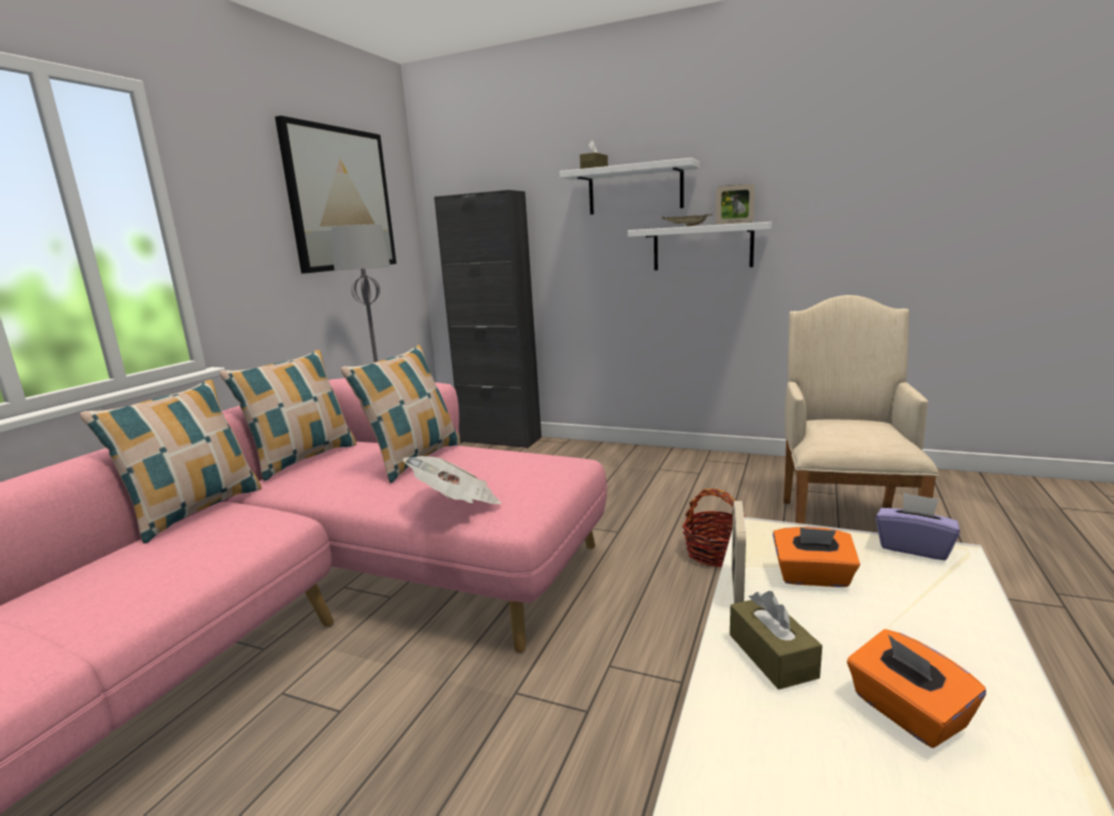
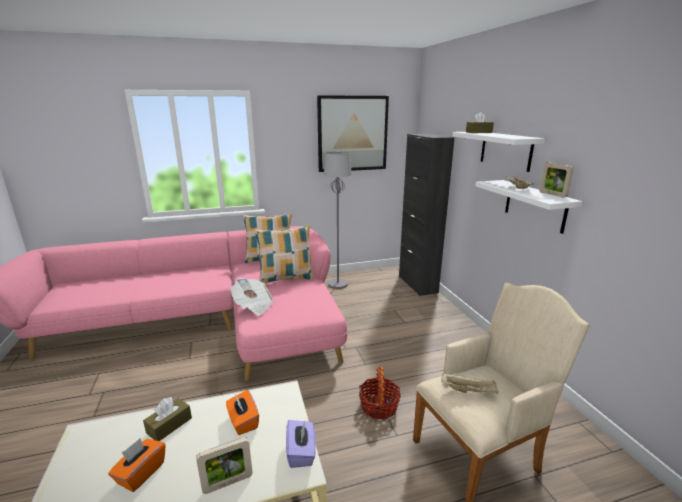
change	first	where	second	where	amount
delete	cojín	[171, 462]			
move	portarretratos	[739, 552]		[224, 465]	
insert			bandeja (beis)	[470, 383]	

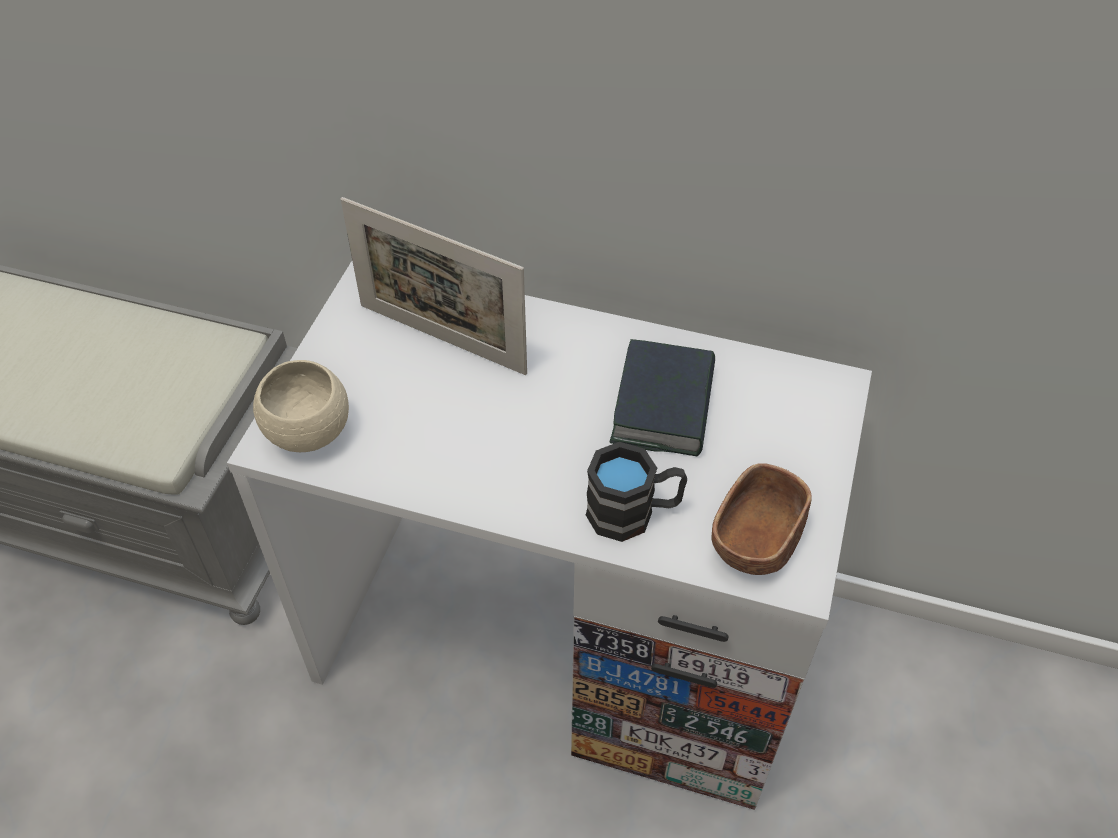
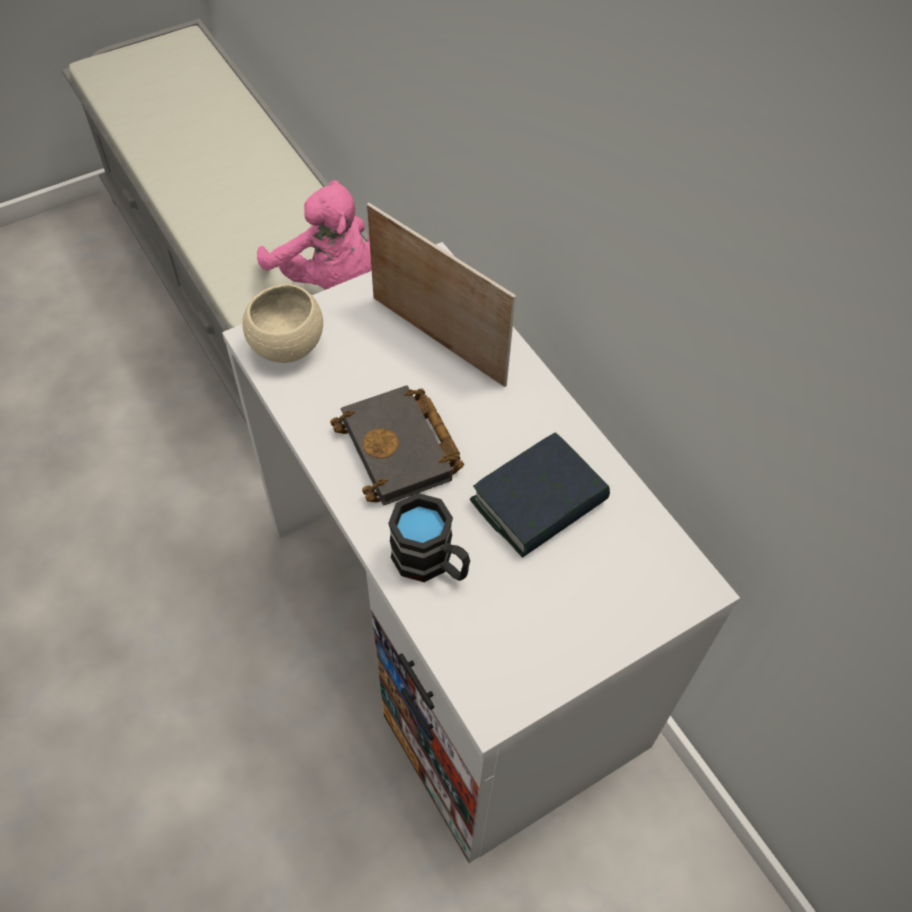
change	first	where	second	where	amount
rotate	portarretratos	[434, 286]		[441, 295]	150 degrees clockwise
delete	cuenco (marrón)	[762, 519]			
insert			peluche (rosa)	[314, 235]	
insert			libro (negro)	[397, 446]	

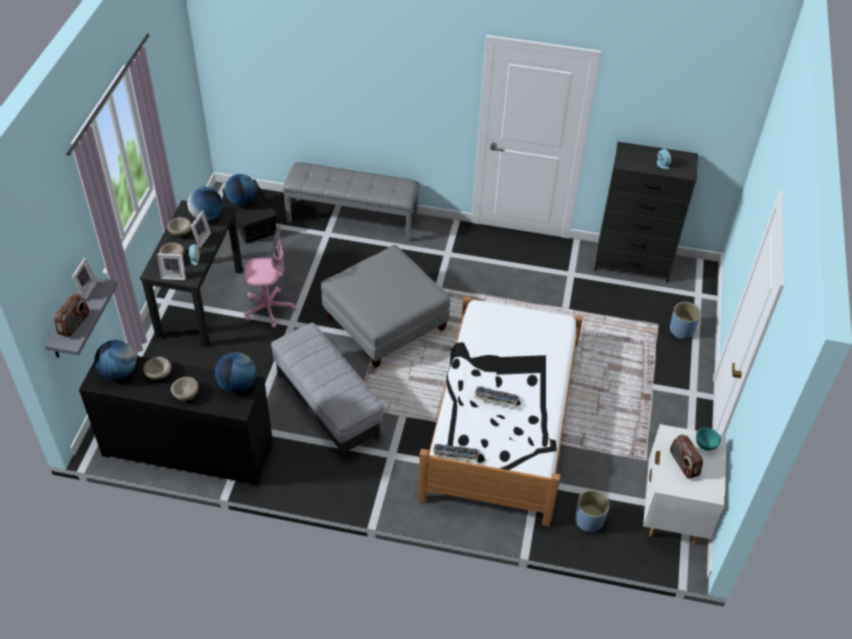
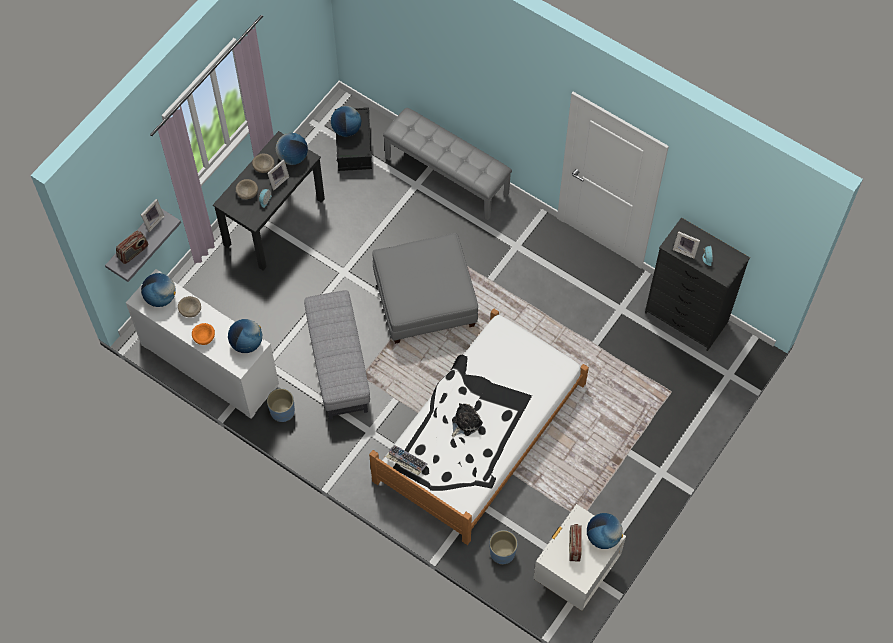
change	first	where	second	where	amount
delete	silla de oficina (rosa)	[270, 276]			
move	portarretratos	[171, 267]		[686, 245]	
move	maceta (azul)	[685, 320]		[281, 405]	
recolor	armario (negro)	[176, 421]	armario (blanco)	[202, 344]	
recolor	cuenco (beis)	[185, 389]	cuenco (naranja)	[203, 334]	
replace	teclado	[497, 396]	peluche	[467, 420]	
replace	cuenco (turquesa)	[708, 439]	globo terráqueo	[605, 531]	

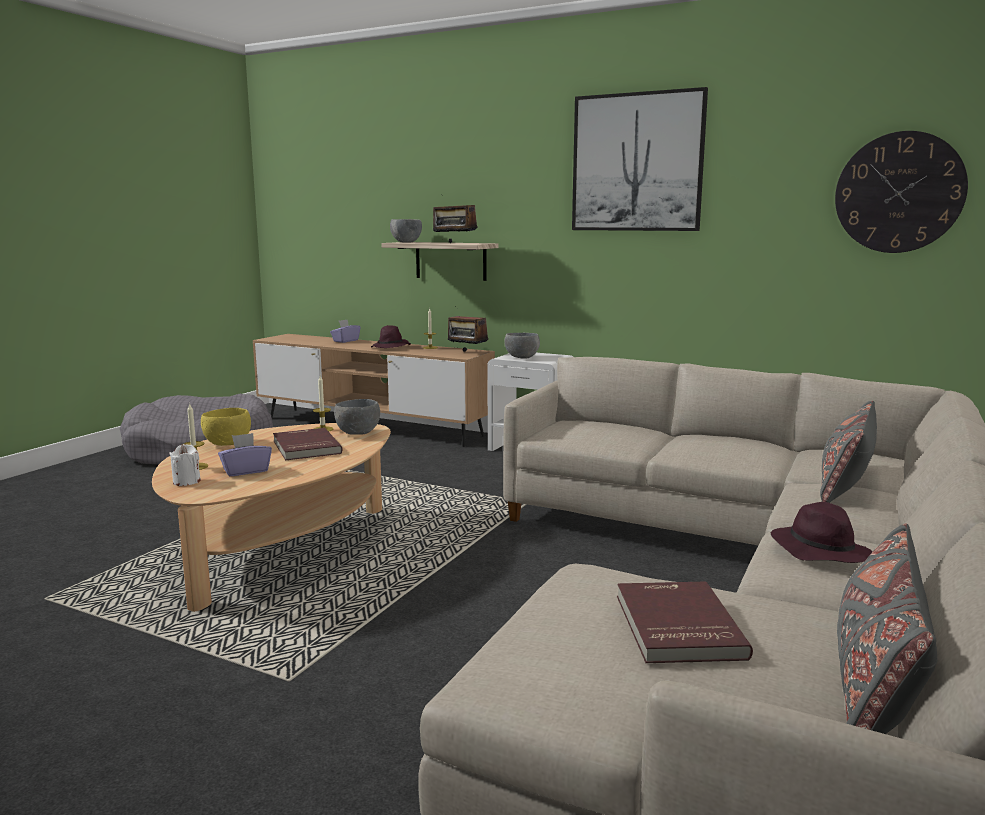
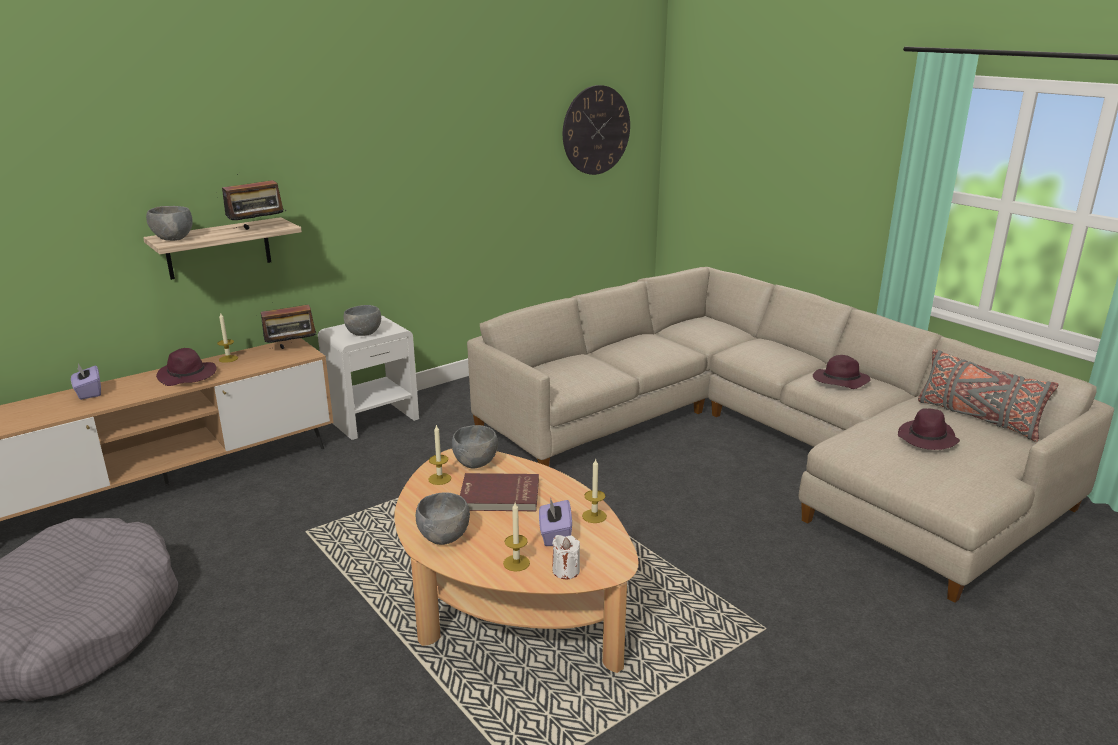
change	first	where	second	where	amount
delete	cuadro	[640, 159]			
delete	cojín (gris)	[848, 452]			
recolor	cuenco (amarillo)	[226, 427]	cuenco (gris)	[443, 518]	
replace	libro (rojo)	[685, 622]	sombrero (morado)	[929, 429]	
insert			vela	[594, 491]	

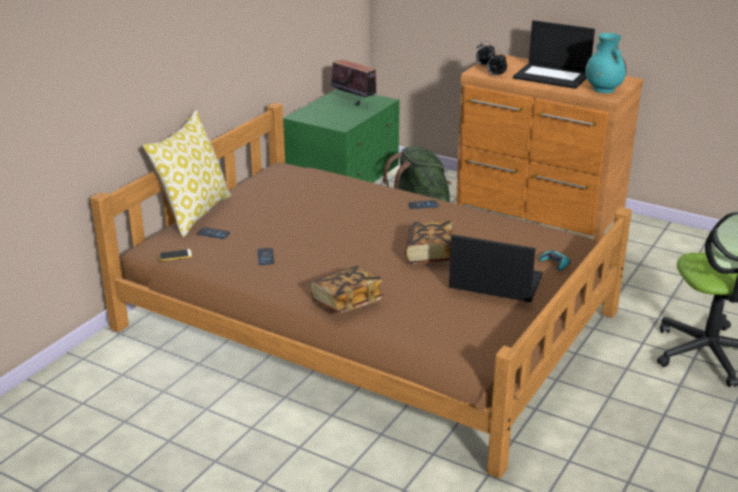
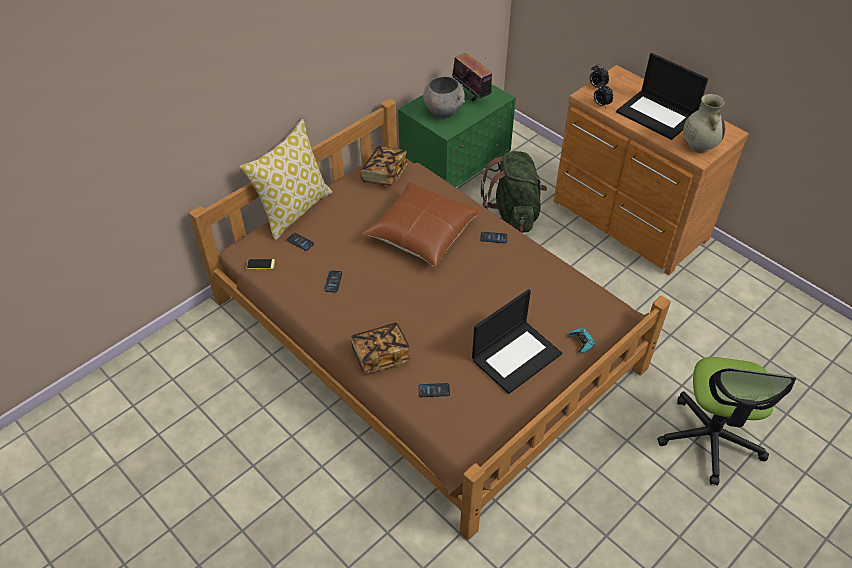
change	first	where	second	where	amount
recolor	florero (turquesa)	[606, 63]	florero (beis)	[704, 123]	
move	libro	[429, 242]		[384, 166]	
rotate	portátil	[496, 268]		[517, 341]	105 degrees clockwise
insert			cuenco (gris)	[444, 97]	
insert			cojín (marrón)	[421, 224]	
insert			móvil	[434, 390]	

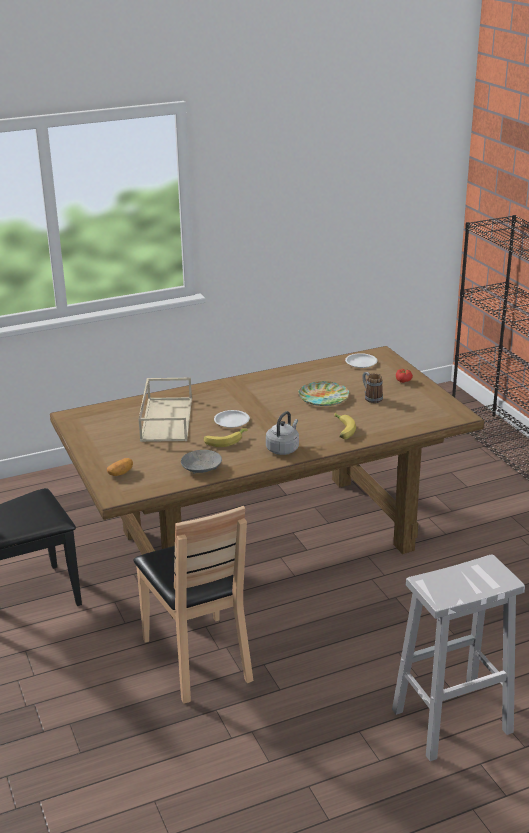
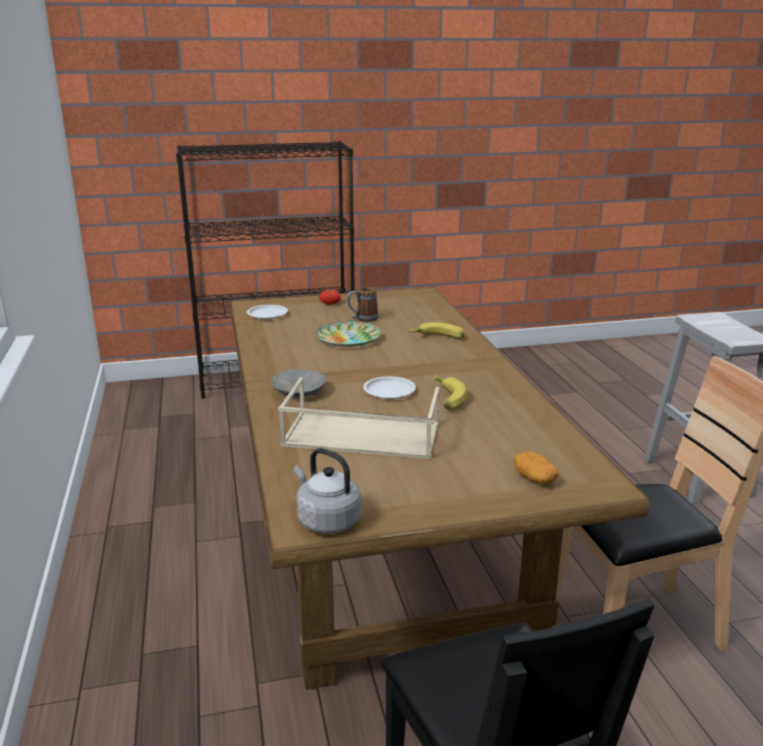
change	first	where	second	where	amount
move	hervidor (gris)	[282, 433]		[328, 491]	
move	cuenco (gris)	[201, 462]		[298, 383]	

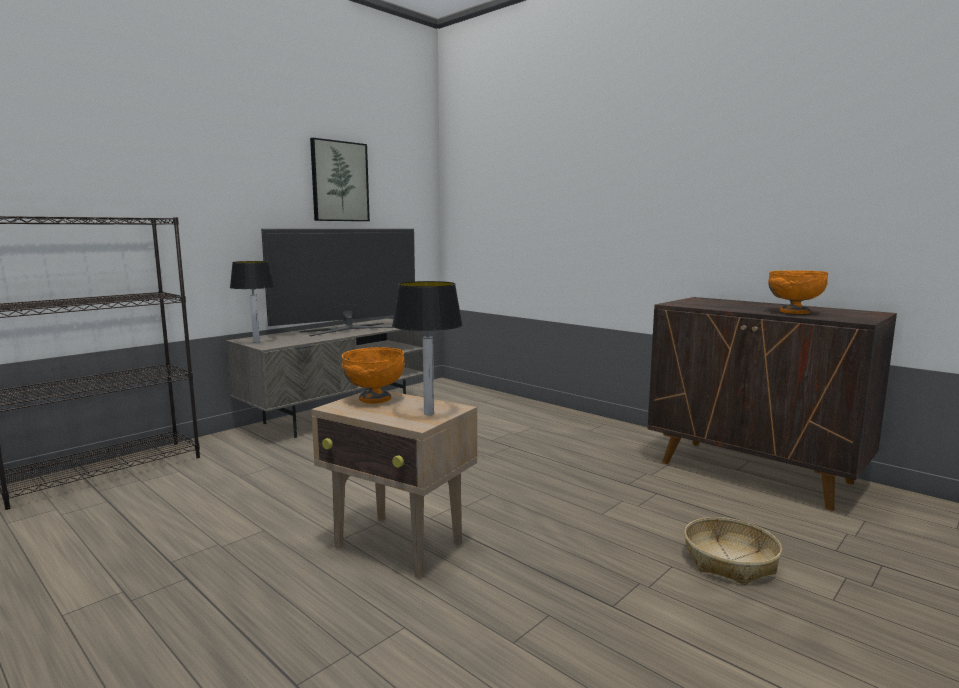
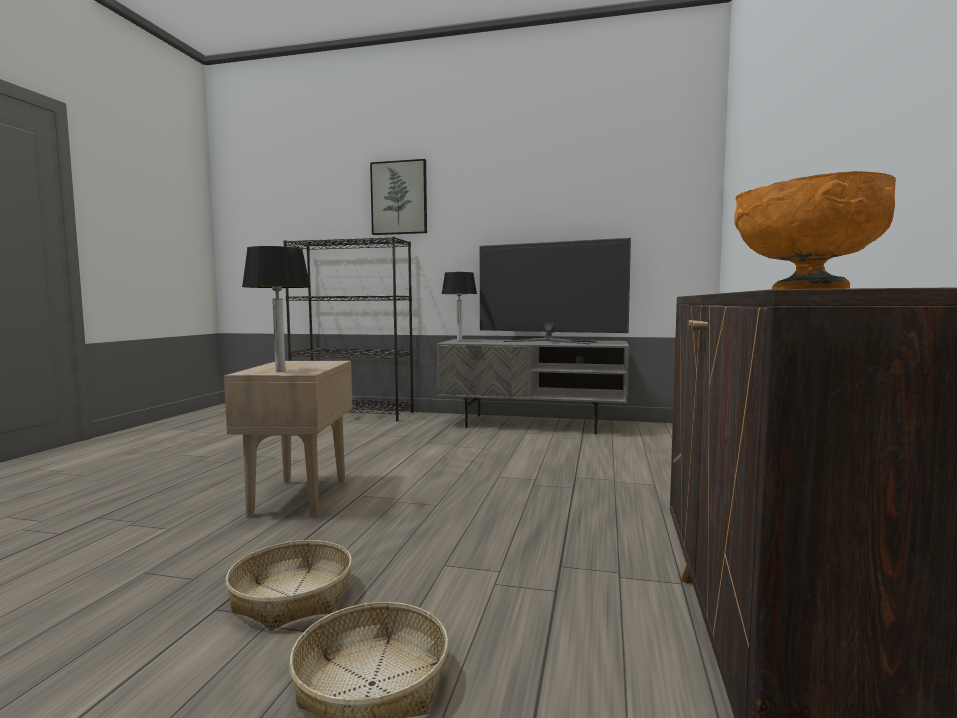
change	first	where	second	where	amount
move	cuadro	[340, 179]		[398, 197]	
delete	cuenco (naranja)	[373, 375]			
insert			cesta	[289, 585]	

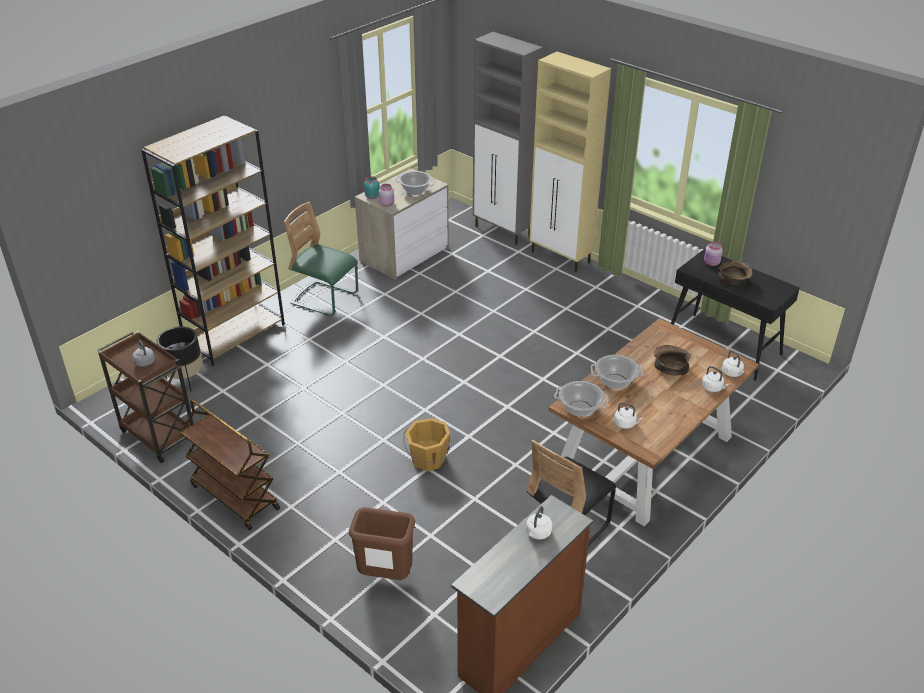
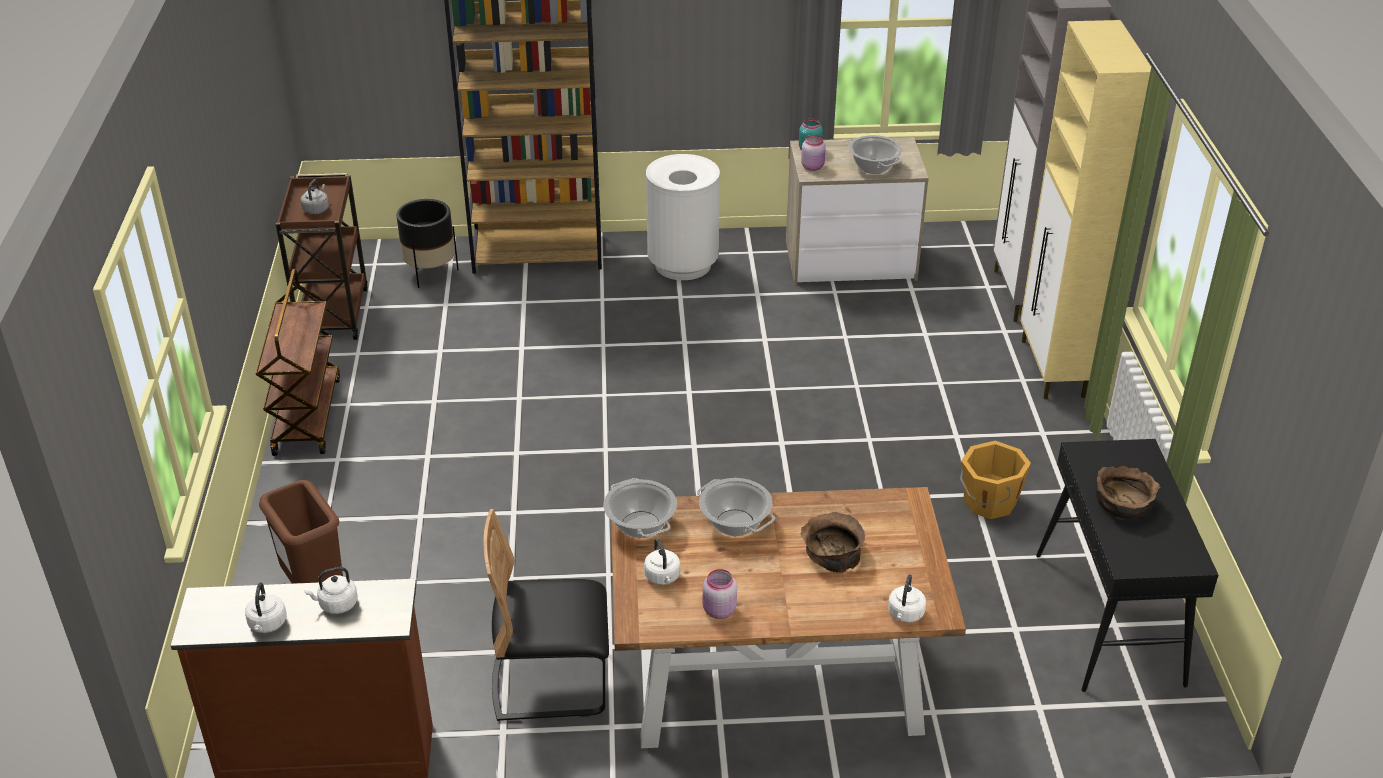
change	first	where	second	where	amount
replace	silla (verde)	[321, 259]	papelera (blanco)	[683, 217]	
move	tarro (rosa)	[713, 253]		[720, 594]	
move	hervidor (blanco)	[715, 379]		[266, 607]	
move	cubo (naranja)	[427, 444]		[995, 480]	

